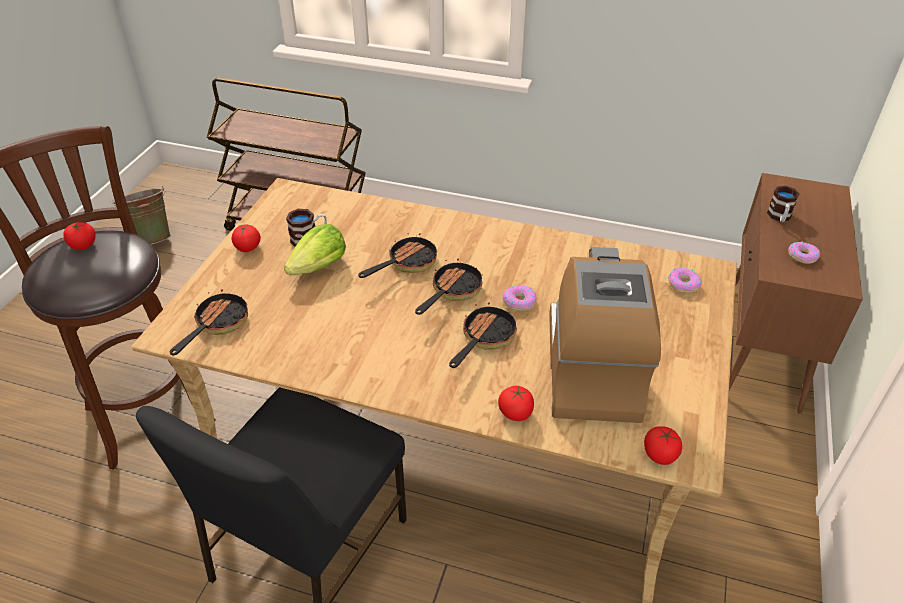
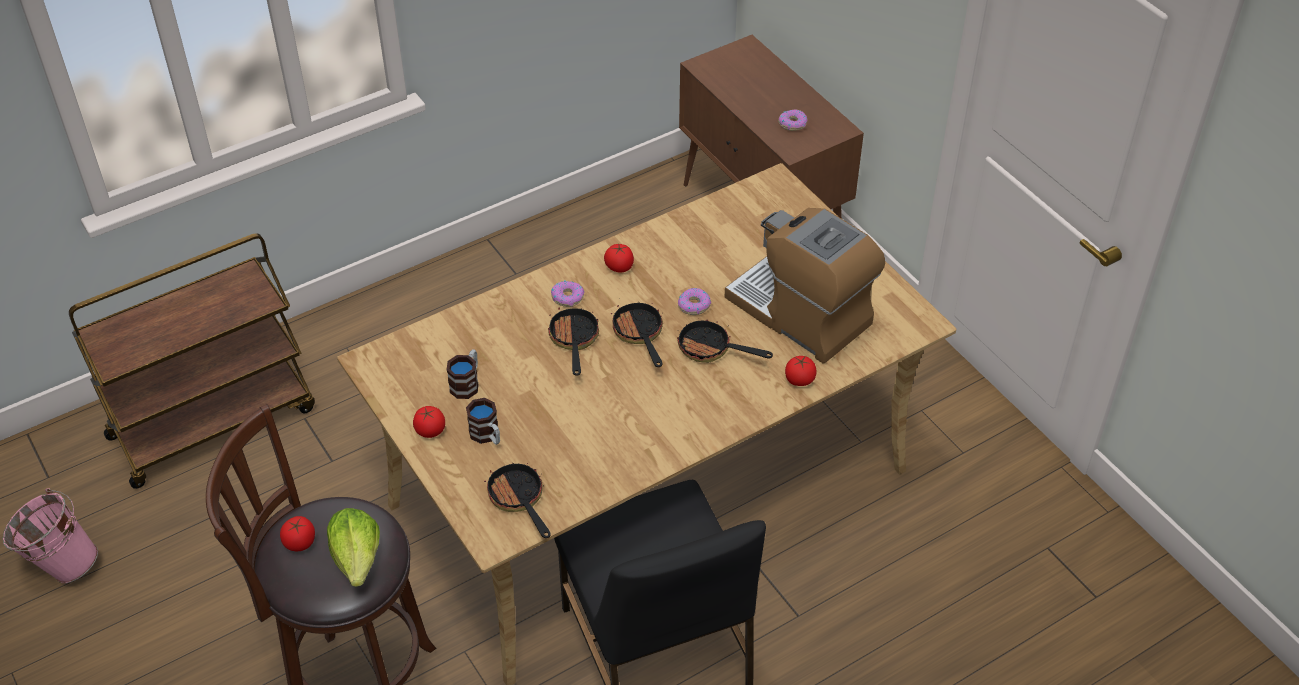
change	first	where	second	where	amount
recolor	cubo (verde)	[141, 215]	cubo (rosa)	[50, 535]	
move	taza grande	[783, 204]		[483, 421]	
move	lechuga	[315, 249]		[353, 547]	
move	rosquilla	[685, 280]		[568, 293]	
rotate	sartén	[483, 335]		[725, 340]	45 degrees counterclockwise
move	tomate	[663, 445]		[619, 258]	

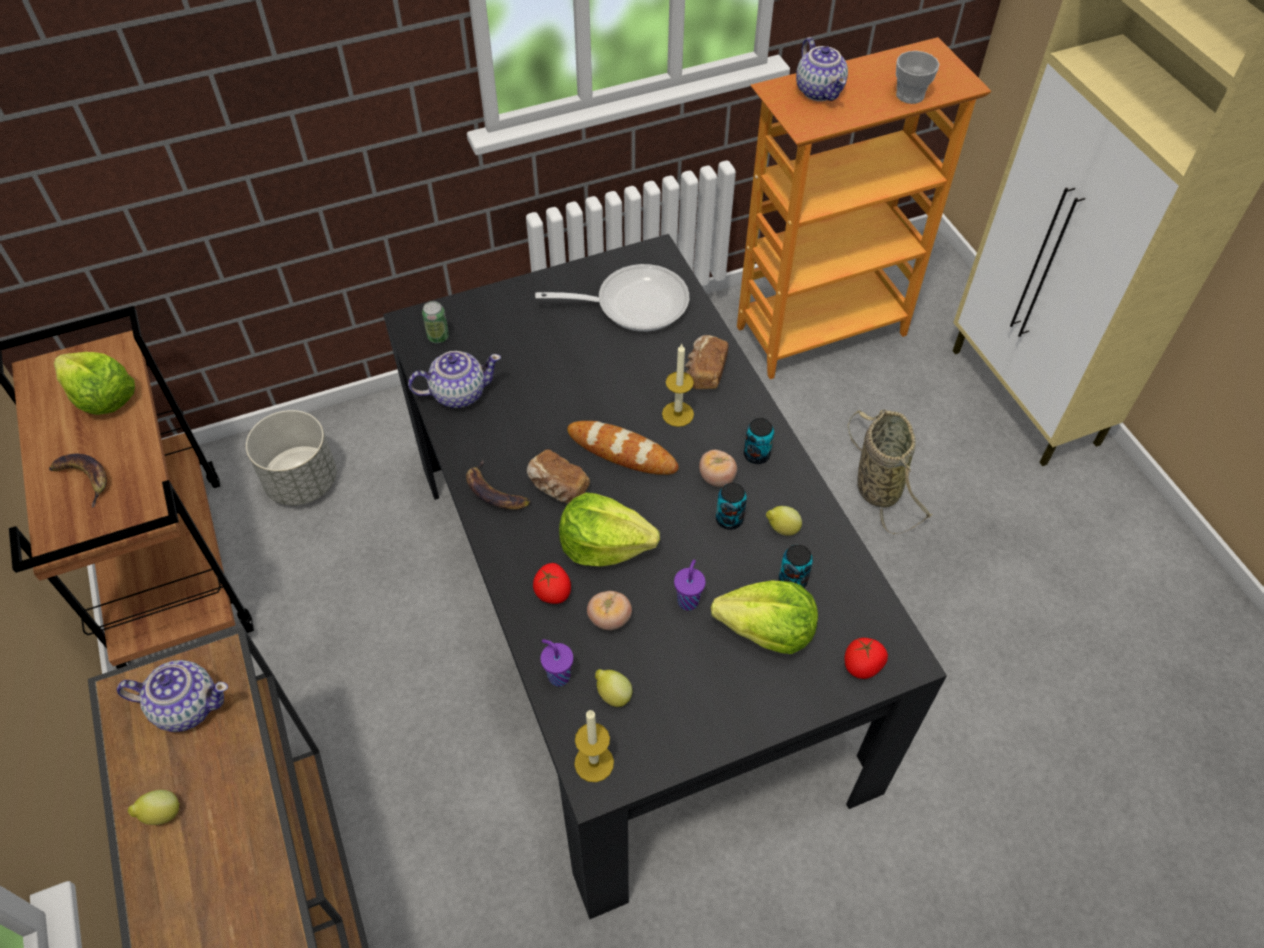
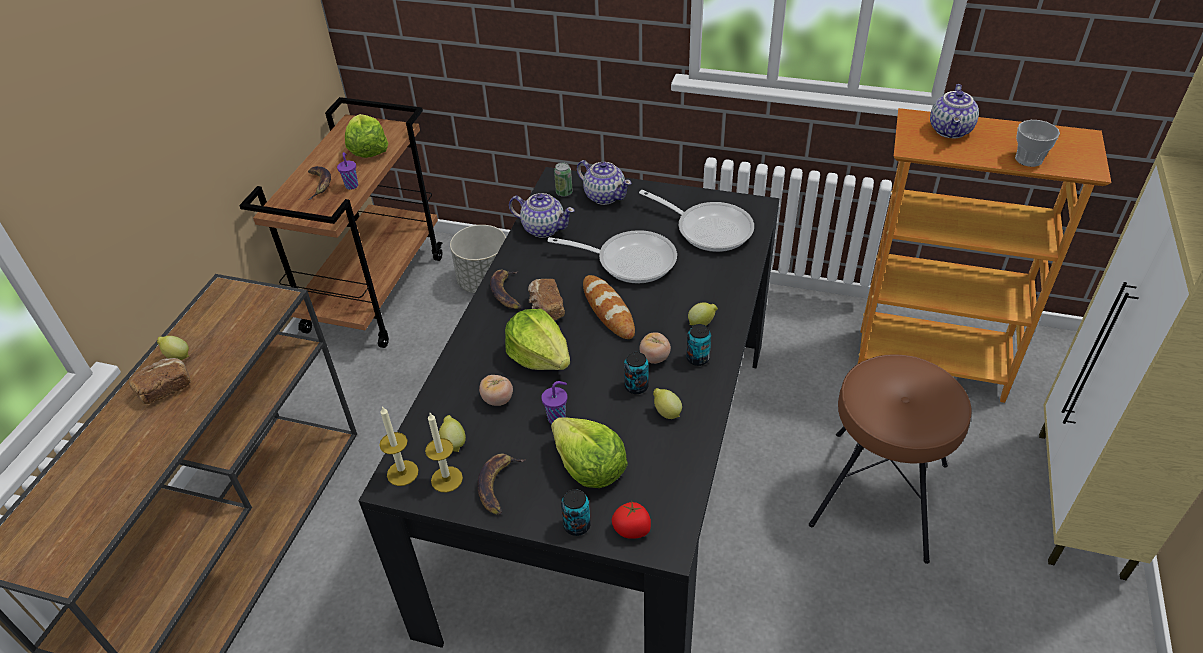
change	first	where	second	where	amount
move	pan	[706, 362]		[160, 381]	
move	vela	[678, 385]		[444, 453]	
replace	cesta	[890, 472]	taburete (marrón)	[890, 459]	
move	lata	[796, 566]		[576, 512]	
delete	tomate	[552, 583]			
move	taza (morado)	[556, 662]		[347, 171]	
move	tetera	[172, 696]		[604, 182]	
insert			sartén	[612, 257]	
insert			limón	[703, 314]	
insert			plátano	[502, 484]	

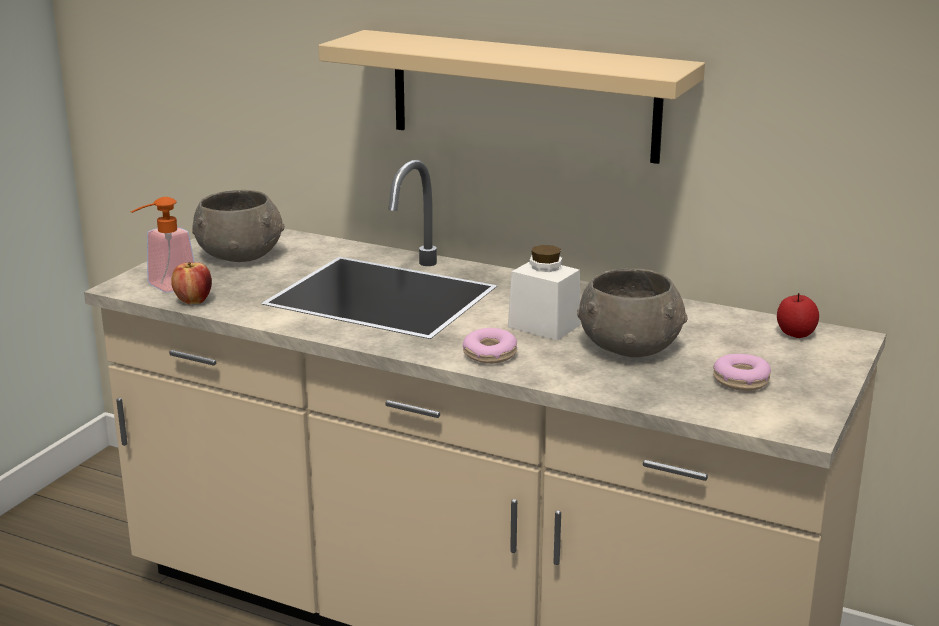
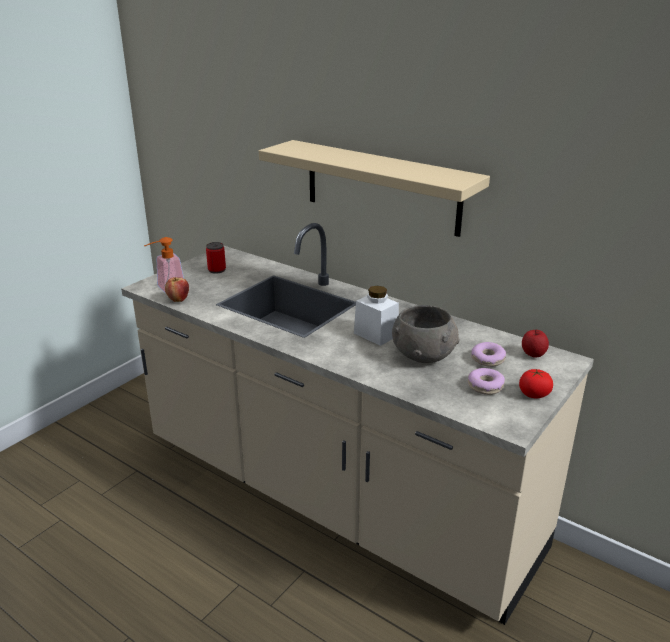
change	first	where	second	where	amount
replace	cuenco (gris)	[238, 226]	lata	[216, 258]	
move	rosquilla	[490, 346]		[488, 354]	
insert			tomate	[536, 384]	

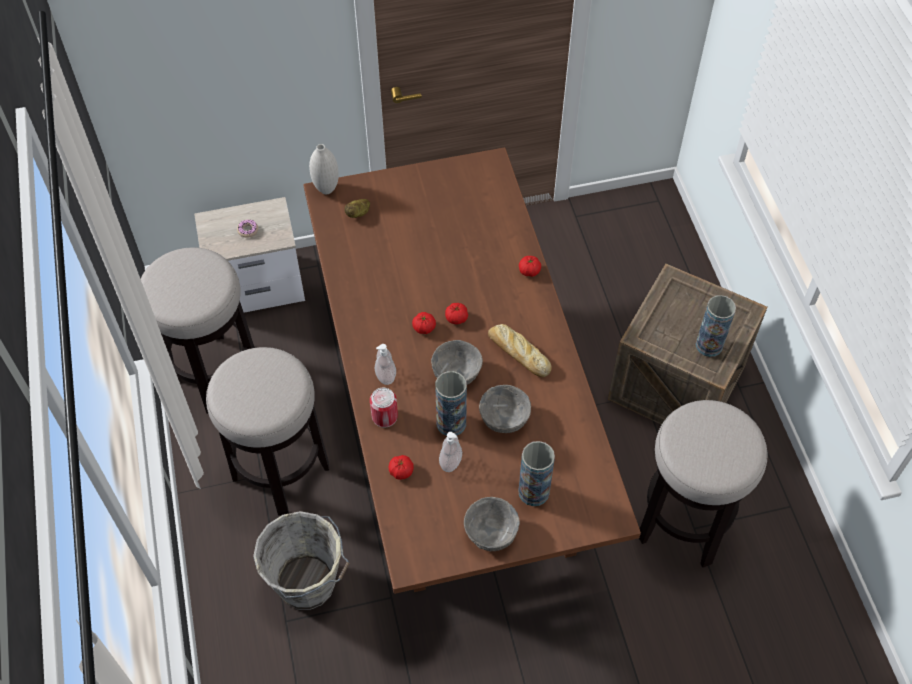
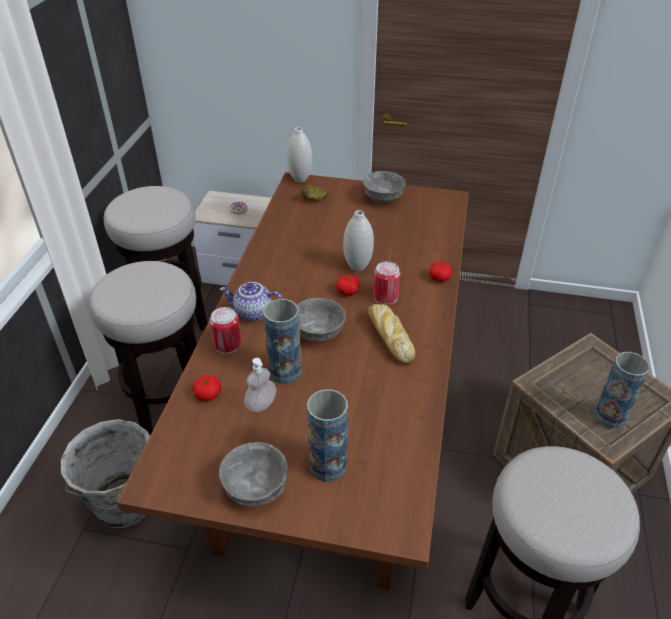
change	first	where	second	where	amount
delete	tomate	[424, 323]			
replace	dispensador de jabón	[385, 364]	tetera	[251, 302]	
move	cuenco (gris)	[505, 409]		[384, 187]	
insert			florero (blanco)	[358, 241]	
insert			lata	[387, 283]	

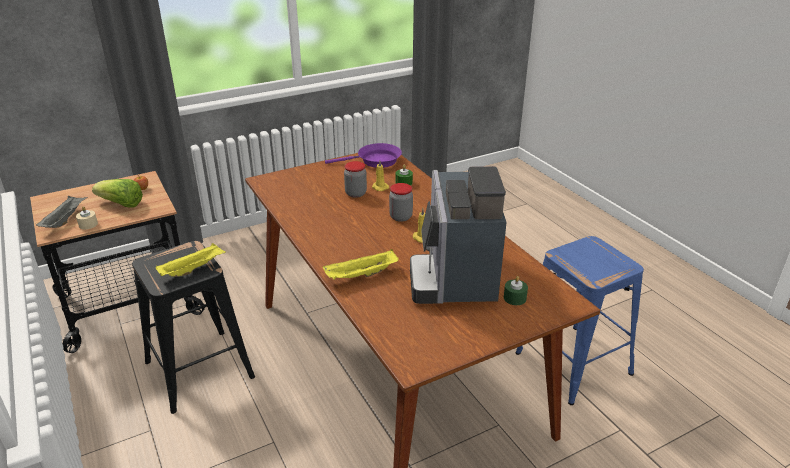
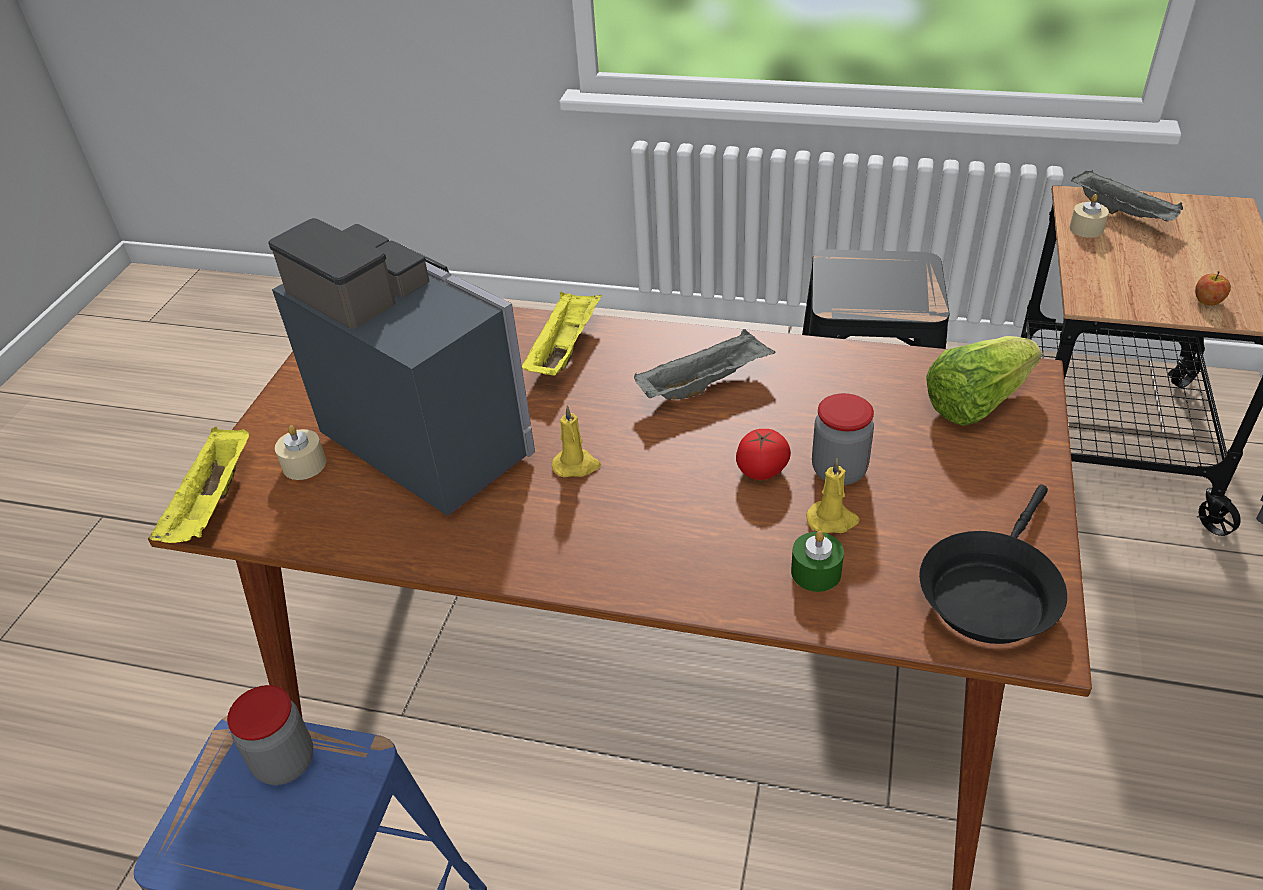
change	first	where	second	where	amount
recolor	sartén (morado)	[363, 155]	sartén (negro)	[993, 564]	
move	lechuga	[117, 193]		[984, 381]	
move	tarro	[401, 202]		[270, 735]	
move	bandeja (amarillo)	[191, 260]		[199, 485]	
recolor	vela (verde)	[516, 290]	vela (beis)	[300, 452]	
insert			bandeja (gris)	[705, 364]	
insert			tomate	[763, 454]	

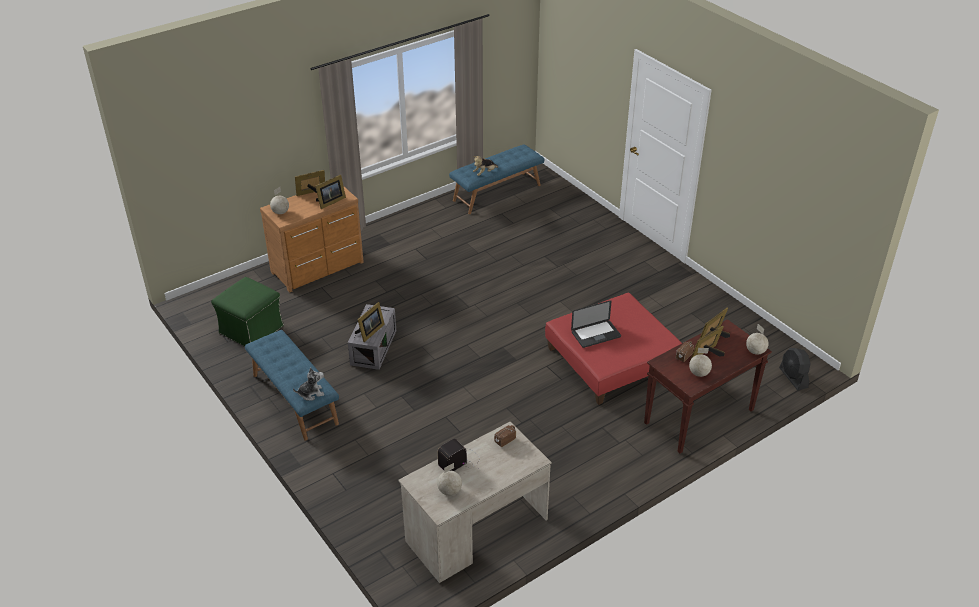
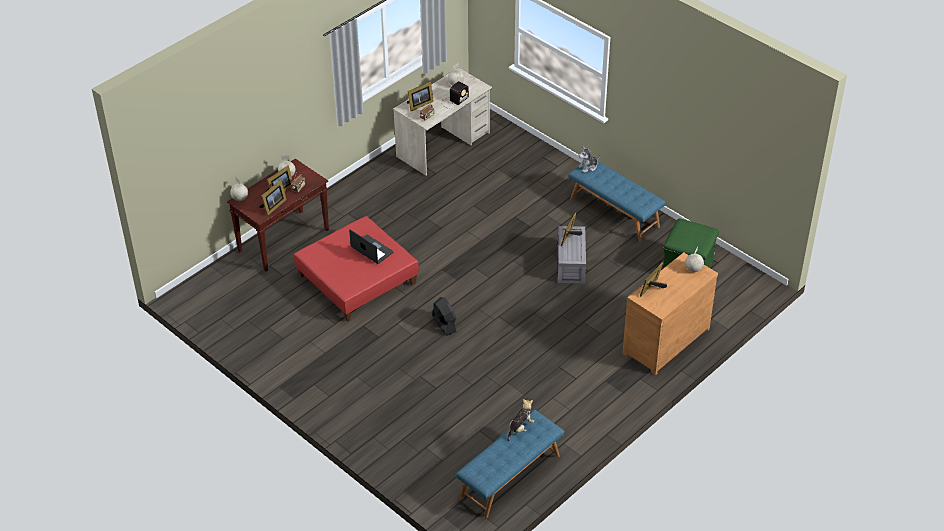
change	first	where	second	where	amount
move	portarretratos	[310, 183]		[420, 96]	
rotate	portátil	[596, 324]		[371, 246]	75 degrees clockwise
move	ventilador (negro)	[794, 369]		[444, 316]	

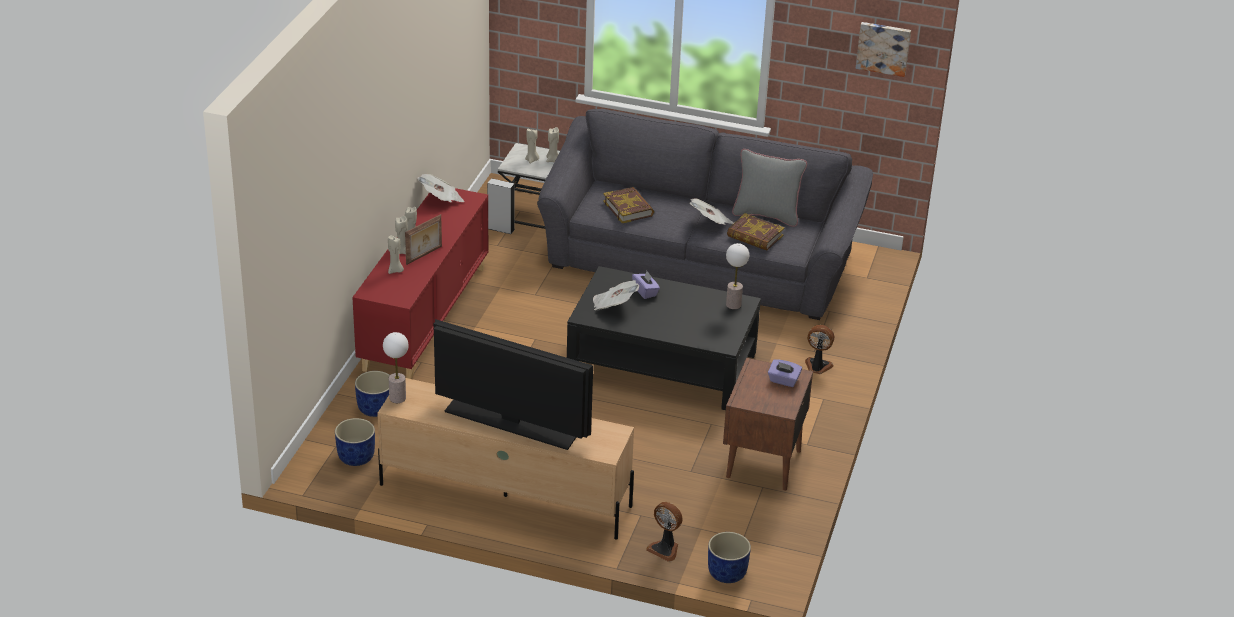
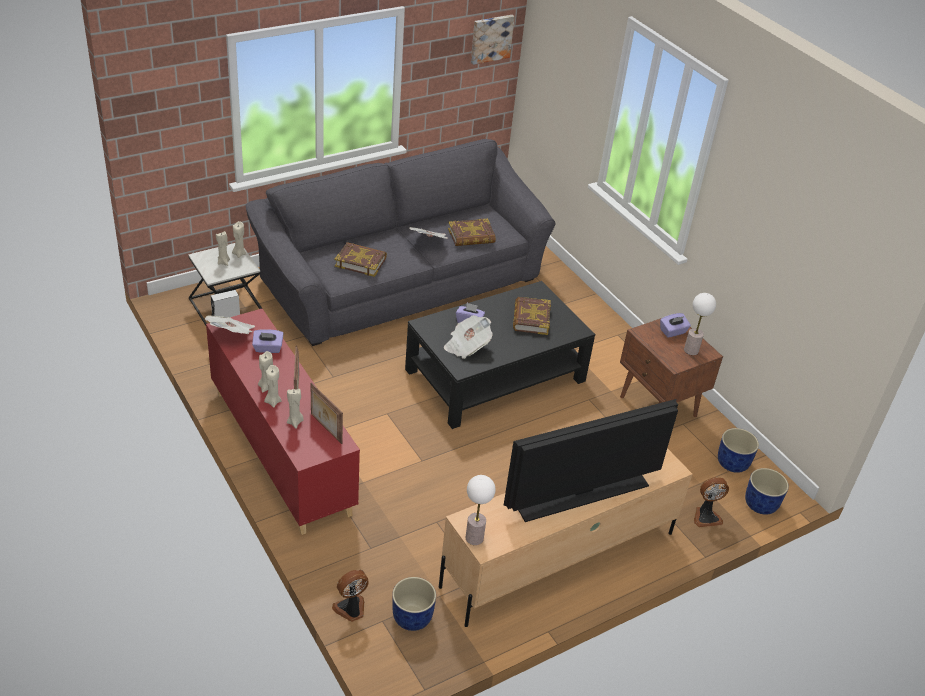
change	first	where	second	where	amount
delete	cojín (gris)	[769, 188]			
move	lámpara de mesa	[737, 276]		[700, 324]	
move	ventilador	[819, 349]		[350, 596]	
move	maceta (azul)	[372, 394]		[738, 450]	
insert			libro	[532, 316]	
insert			caja de pañuelos (morado)	[268, 341]	
insert			portarretratos	[326, 413]	

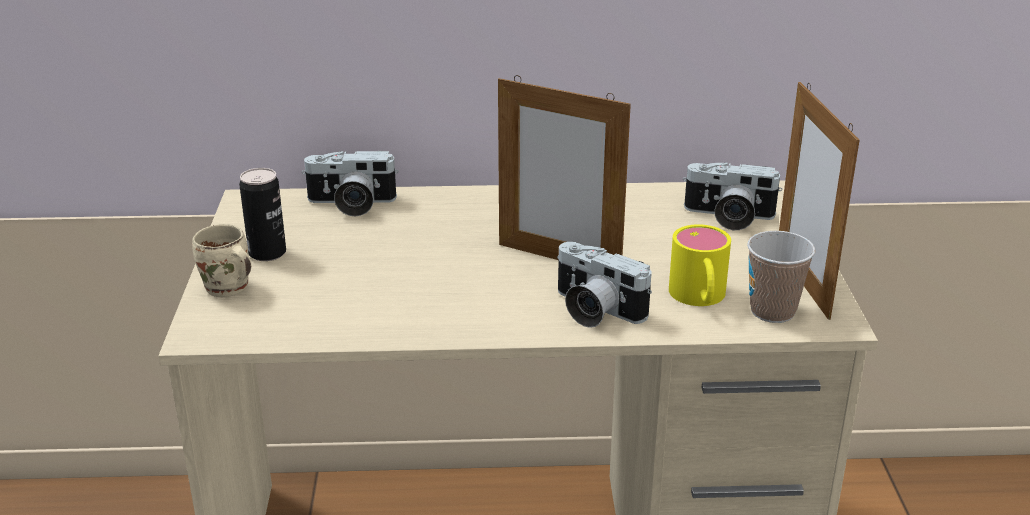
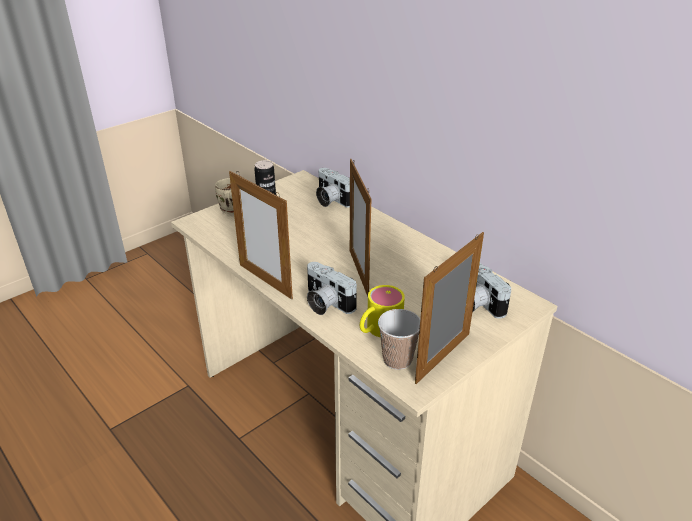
change	first	where	second	where	amount
rotate	cámara	[604, 285]		[332, 288]	45 degrees counterclockwise
insert			portarretratos	[261, 235]	

